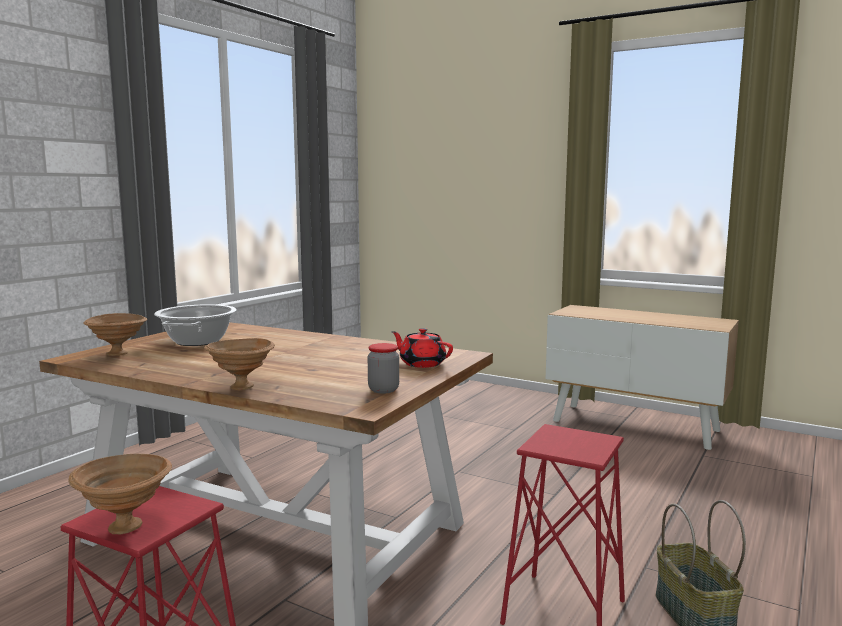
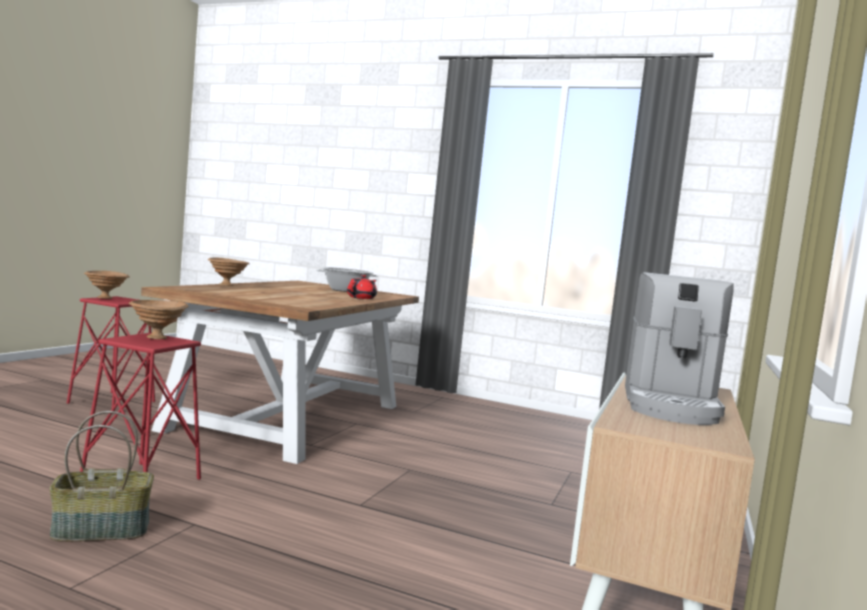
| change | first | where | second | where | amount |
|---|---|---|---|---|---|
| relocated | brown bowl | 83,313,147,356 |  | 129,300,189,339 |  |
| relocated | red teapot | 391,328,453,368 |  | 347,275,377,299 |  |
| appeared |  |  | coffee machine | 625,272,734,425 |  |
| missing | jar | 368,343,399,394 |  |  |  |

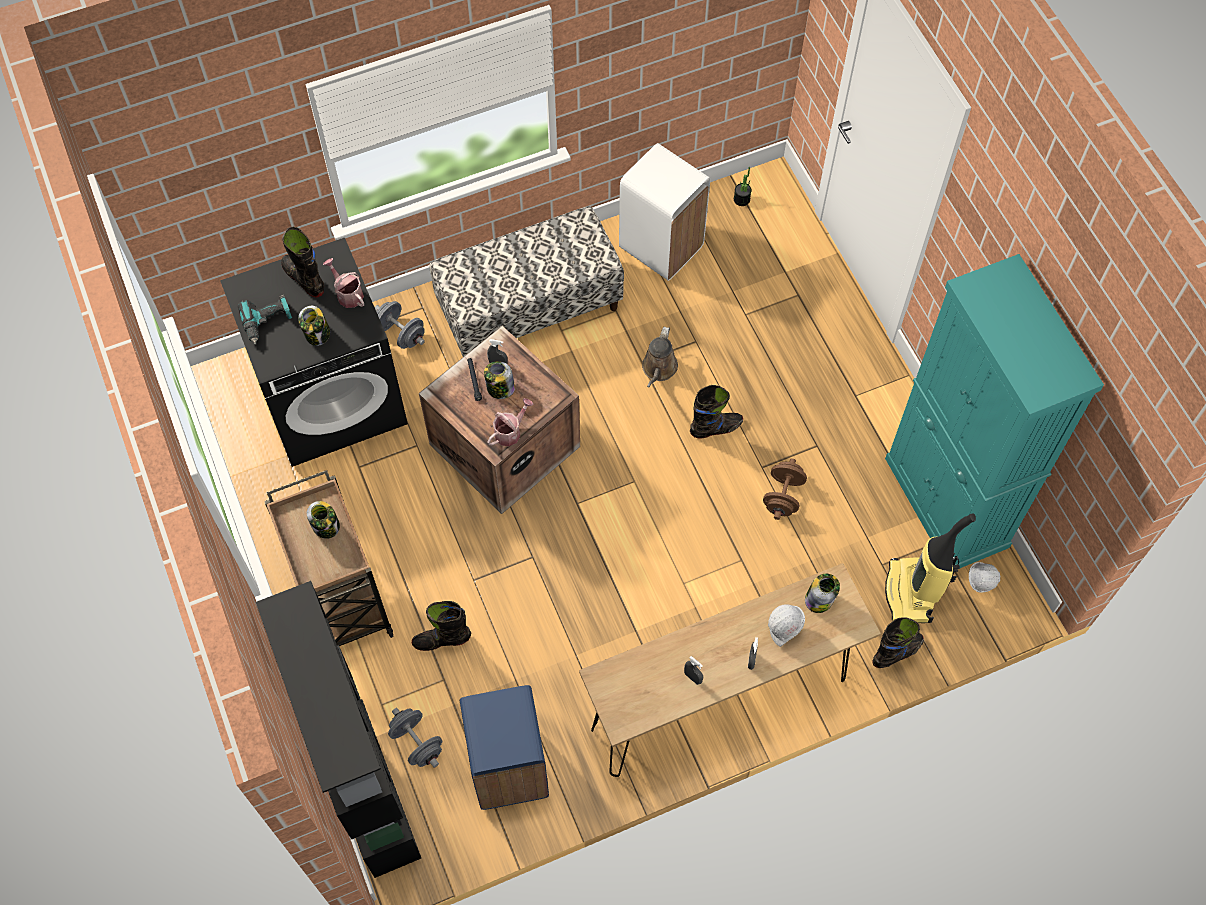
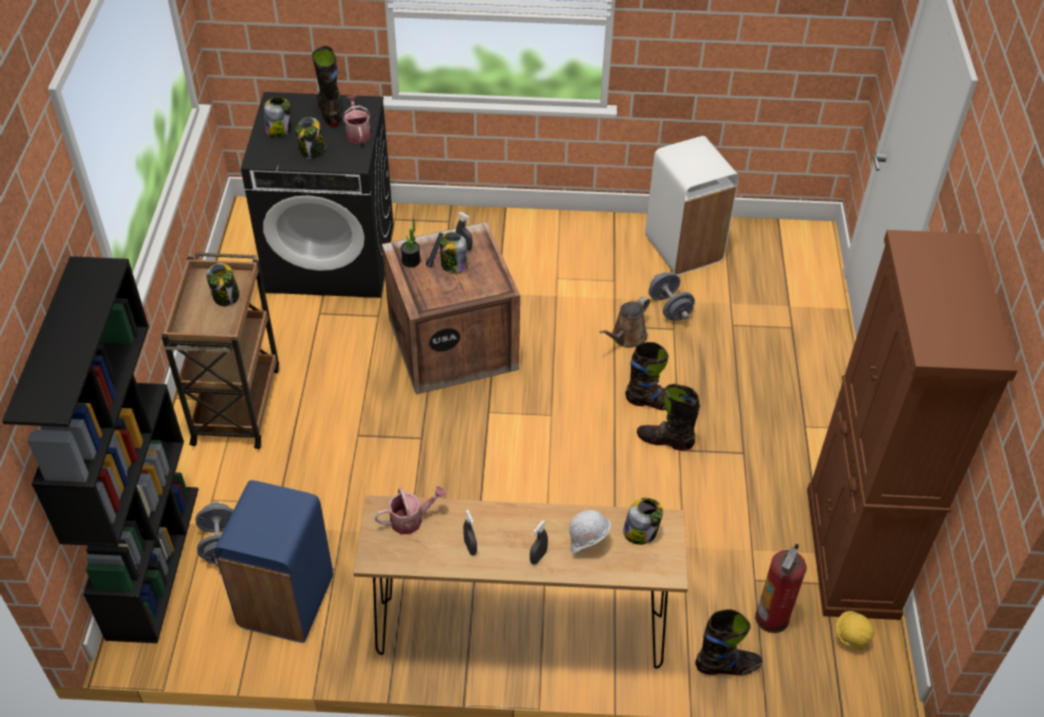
| change | first | where | second | where | amount |
|---|---|---|---|---|---|
| exchanged | power drill | 238,295,292,345 | jar | 264,97,291,137 |  |
| relocated | watering can | 487,398,533,446 |  | 374,486,446,534 |  |
| relocated | potted plant | 734,167,752,206 |  | 401,218,421,268 |  |
| relocated | black boot | 412,601,471,651 |  | 637,384,700,451 |  |
| relocated | grey dumbbell | 375,301,425,349 |  | 649,272,695,321 |  |
| exchanged | vacuum cleaner | 885,513,976,623 | fire extinguisher | 755,544,806,633 |  |
| colour | turquoise cabinet | 885,254,1104,568 | brown cabinet | 807,230,1018,620 |  |
| colour | white hard hat | 969,562,1001,593 | yellow hard hat | 836,611,874,650 |  |
| missing | bench | 430,206,624,357 |  |  |  |
| missing | brown dumbbell | 763,459,807,520 |  |  |  |

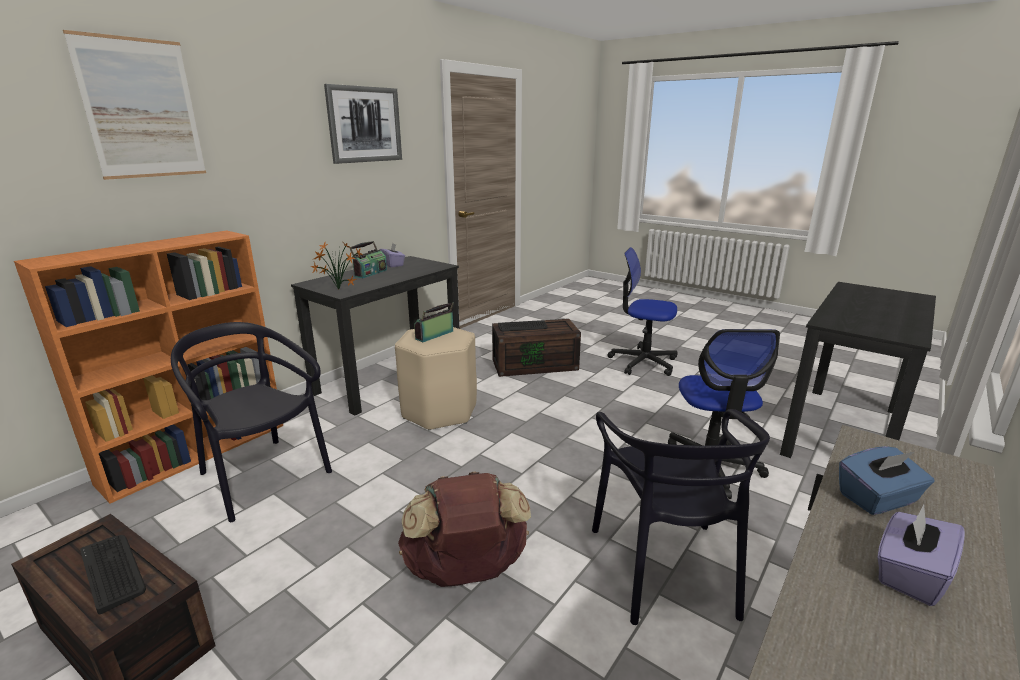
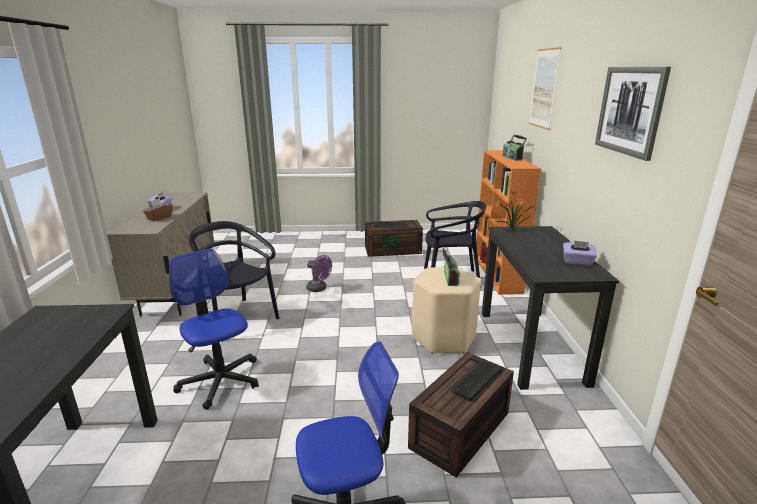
| change | first | where | second | where | amount |
|---|---|---|---|---|---|
| colour | blue tissue box | 839,446,934,515 | brown tissue box | 143,199,173,221 |  |
| exchanged | brown backpack | 398,471,531,587 | purple fan | 306,255,332,292 |  |
| relocated | radio | 349,241,387,278 |  | 503,135,527,161 |  |

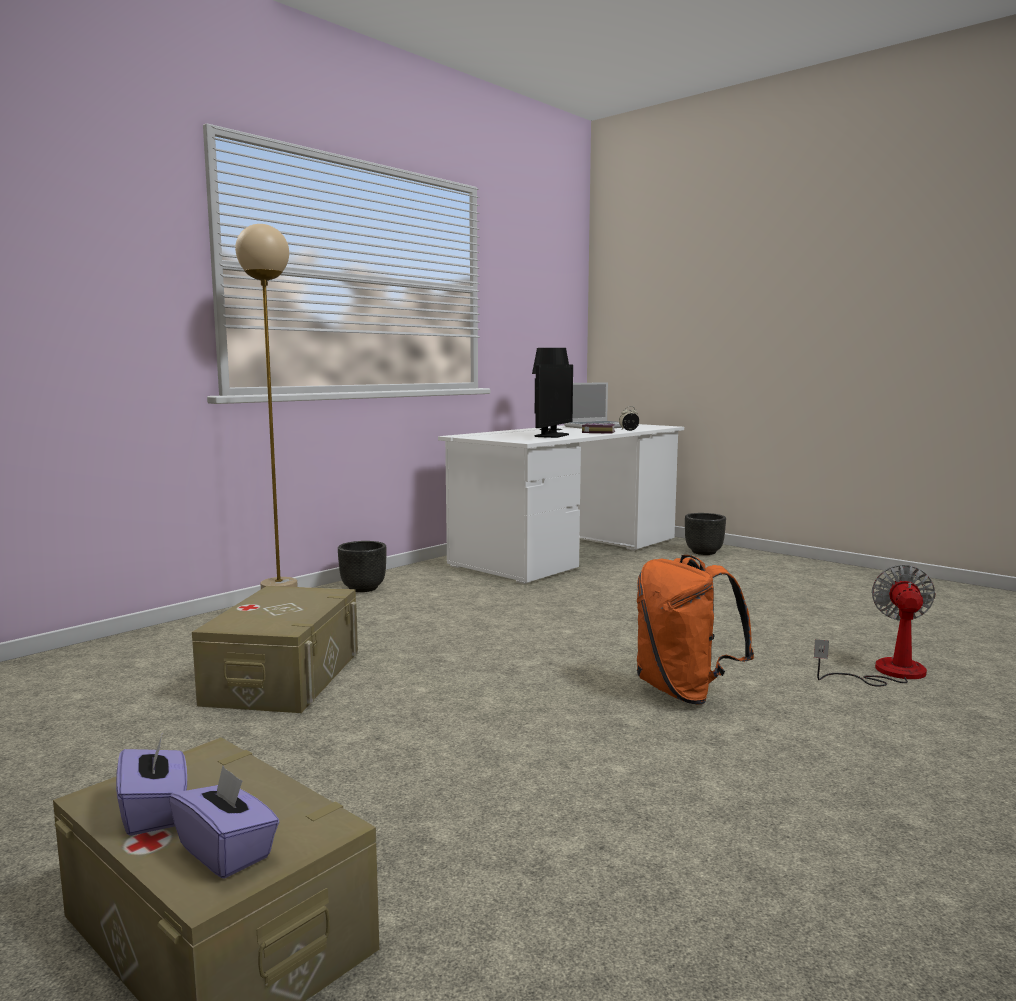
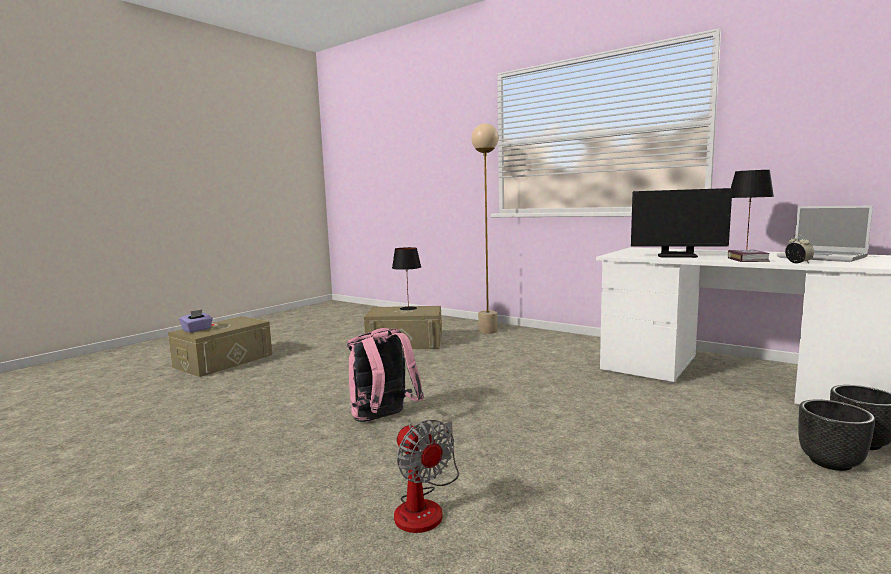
| change | first | where | second | where | amount |
|---|---|---|---|---|---|
| colour | orange backpack | 637,555,754,705 | pink backpack | 347,328,424,422 |  |
| appeared |  |  | black table lamp | 392,247,421,310 |  |
| spun | fan | 814,564,935,687 |  | 394,420,459,533 | 45 degrees clockwise |
| relocated | black planter | 338,541,386,592 |  | 798,399,875,471 |  |
| missing | purple tissue box | 116,732,187,836 |  |  |  |

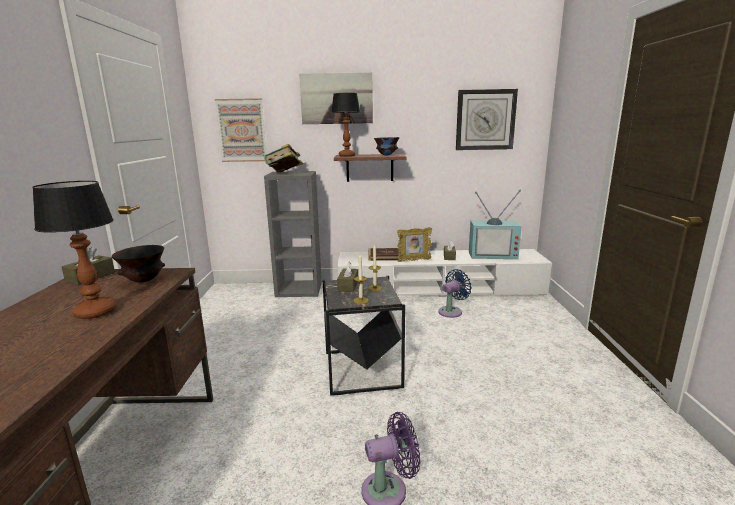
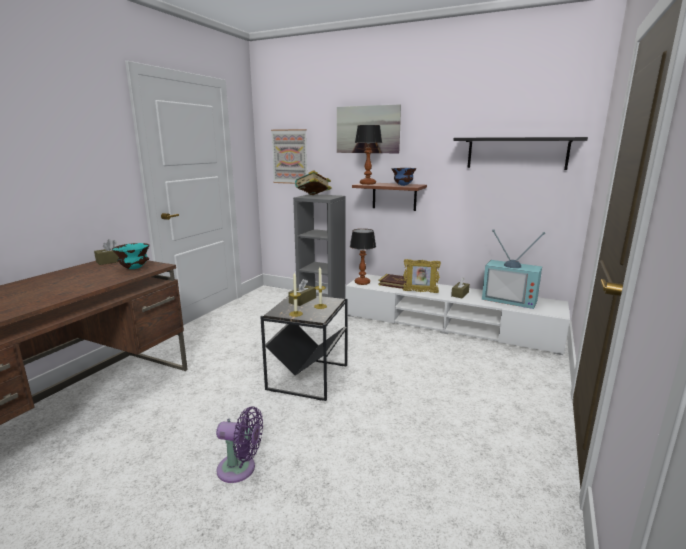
| change | first | where | second | where | amount |
|---|---|---|---|---|---|
| colour | black bowl | 112,245,165,283 | turquoise bowl | 112,243,150,269 |  |
| relocated | table lamp | 32,181,117,319 |  | 350,229,376,285 |  |
| exchanged | wall clock | 456,89,518,150 | black shelf | 453,137,588,170 |  |
| missing | blue fan | 438,269,472,318 |  |  |  |

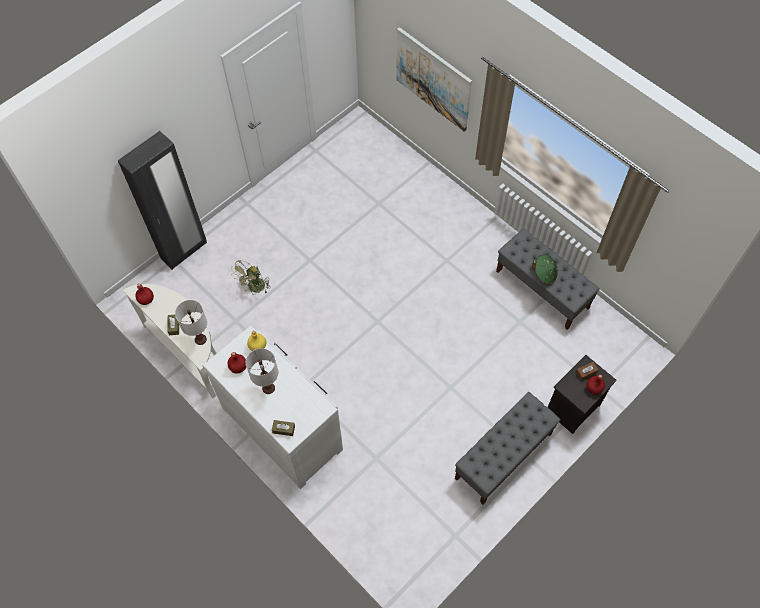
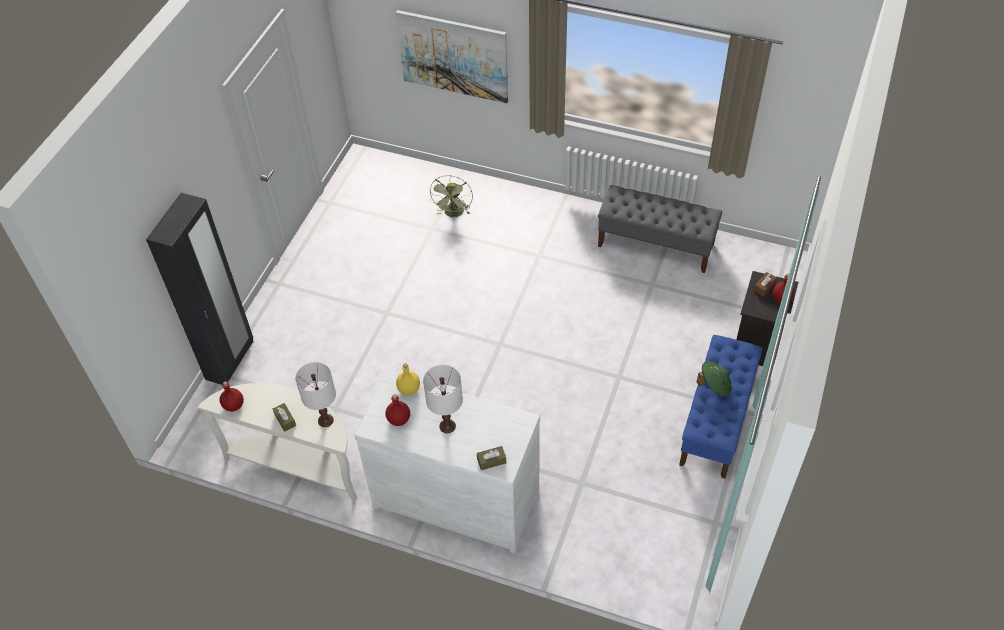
| change | first | where | second | where | amount |
|---|---|---|---|---|---|
| relocated | green fan | 231,260,271,295 |  | 429,175,473,217 |  |
| colour | grey bench | 455,392,561,505 | blue bench | 679,335,762,479 |  |
| relocated | green hat | 532,255,558,285 |  | 697,361,732,396 |  |

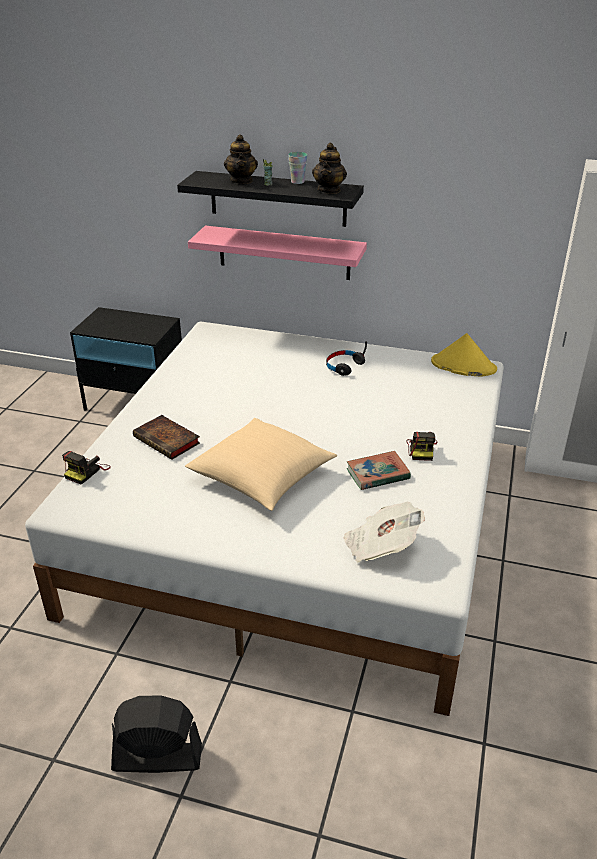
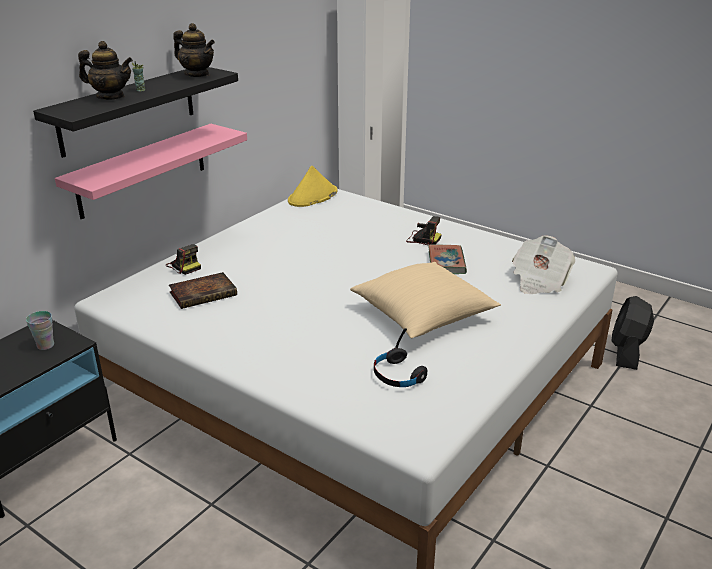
| change | first | where | second | where | amount |
|---|---|---|---|---|---|
| relocated | cup | 288,152,308,184 |  | 26,311,54,350 |  |
| relocated | photo camera | 62,451,111,485 |  | 166,244,201,275 |  |
| relocated | book | 133,415,200,460 |  | 169,272,237,309 |  |
| relocated | black headphones | 326,341,367,376 |  | 374,328,427,387 |  |
| relocated | black fan | 111,696,202,773 |  | 611,296,654,370 |  |

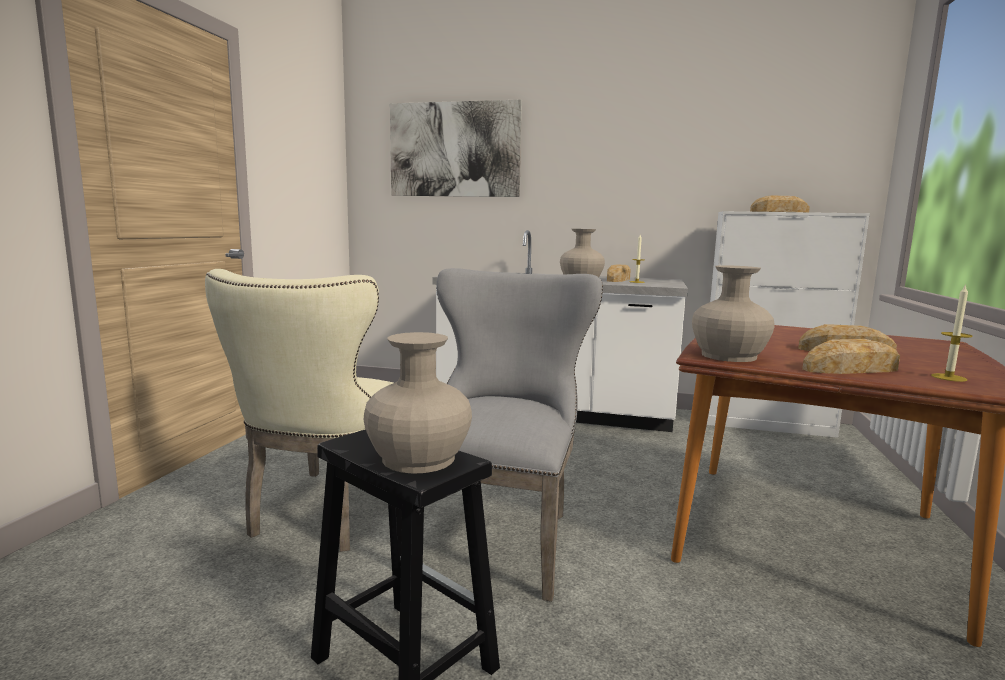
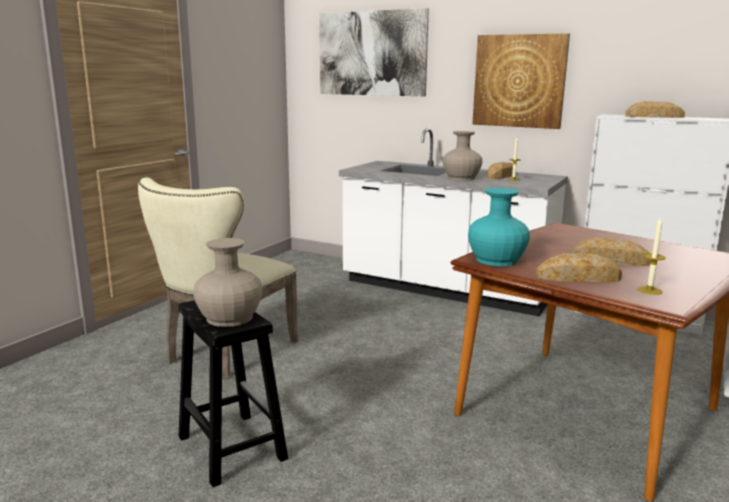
| change | first | where | second | where | amount |
|---|---|---|---|---|---|
| colour | beige vase | 692,265,774,362 | turquoise vase | 468,188,530,266 |  |
| appeared |  |  | picture | 472,33,570,129 |  |
| missing | grey chair | 436,268,603,602 |  |  |  |

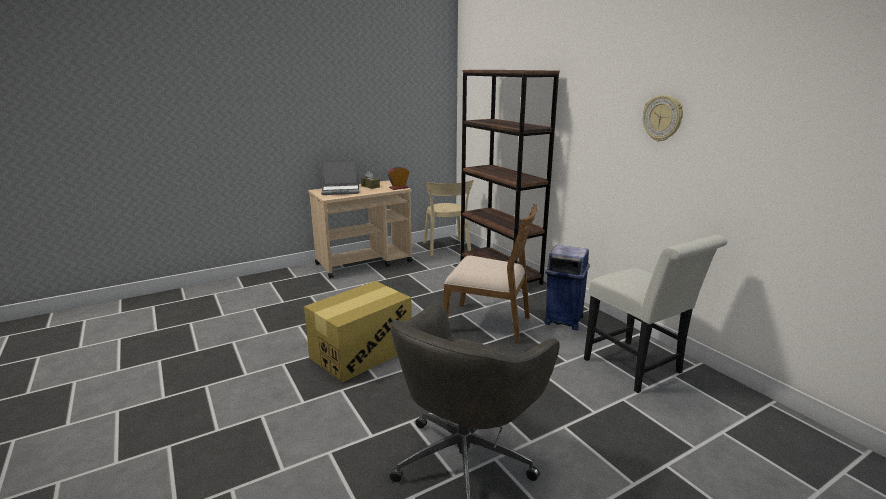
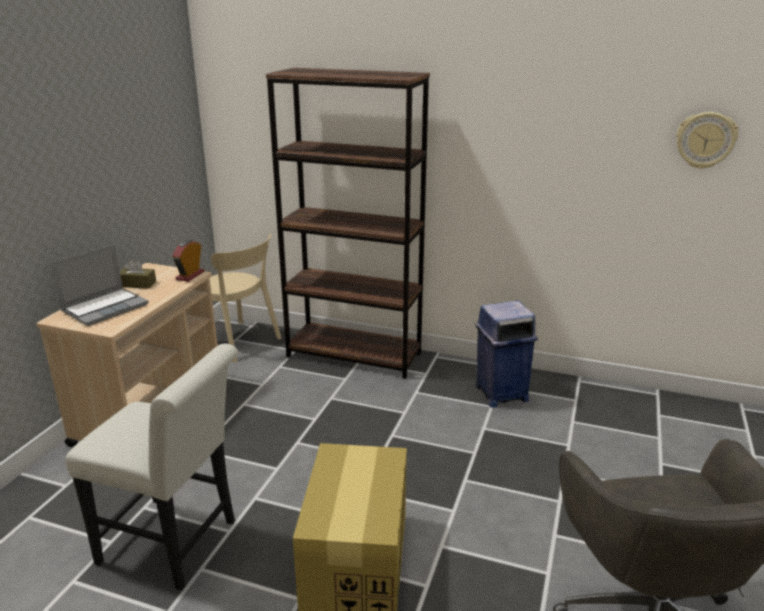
| change | first | where | second | where | amount |
|---|---|---|---|---|---|
| relocated | white chair | 584,235,727,393 |  | 65,344,239,591 |  |
| relocated | wall clock | 643,95,683,142 |  | 676,112,738,169 |  |
| missing | brown chair | 443,204,537,343 |  |  |  |

